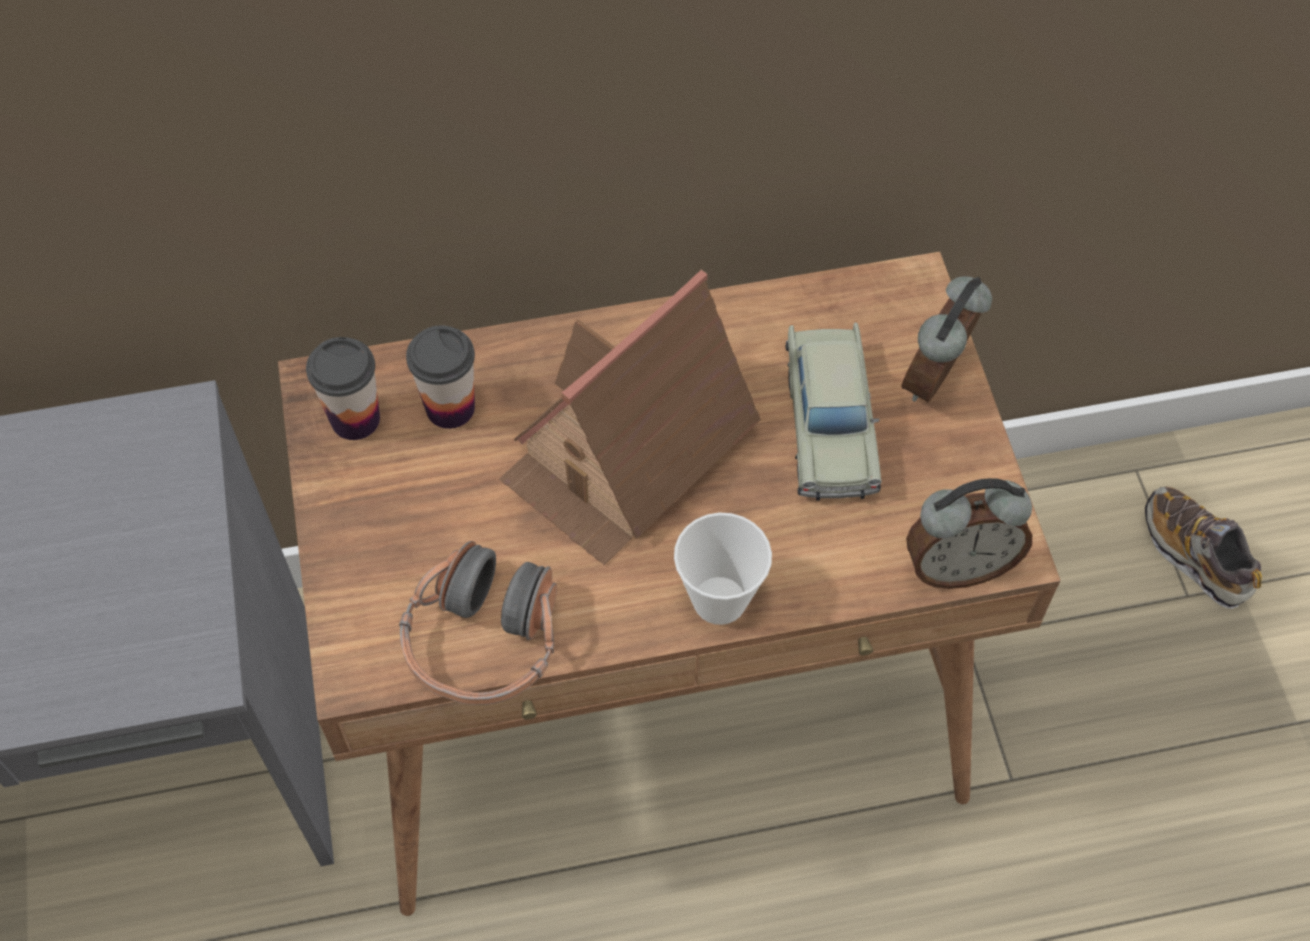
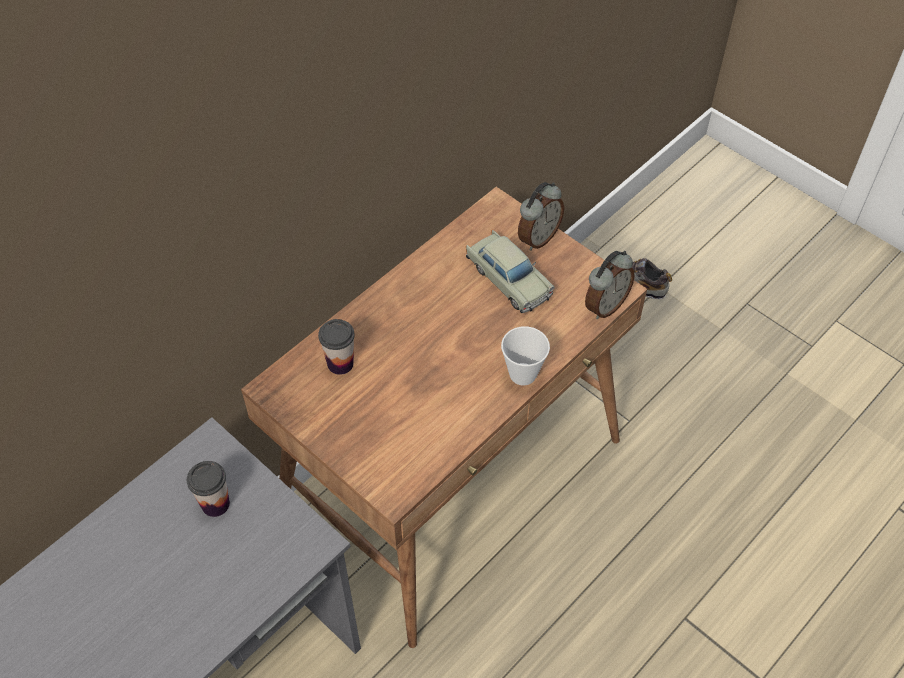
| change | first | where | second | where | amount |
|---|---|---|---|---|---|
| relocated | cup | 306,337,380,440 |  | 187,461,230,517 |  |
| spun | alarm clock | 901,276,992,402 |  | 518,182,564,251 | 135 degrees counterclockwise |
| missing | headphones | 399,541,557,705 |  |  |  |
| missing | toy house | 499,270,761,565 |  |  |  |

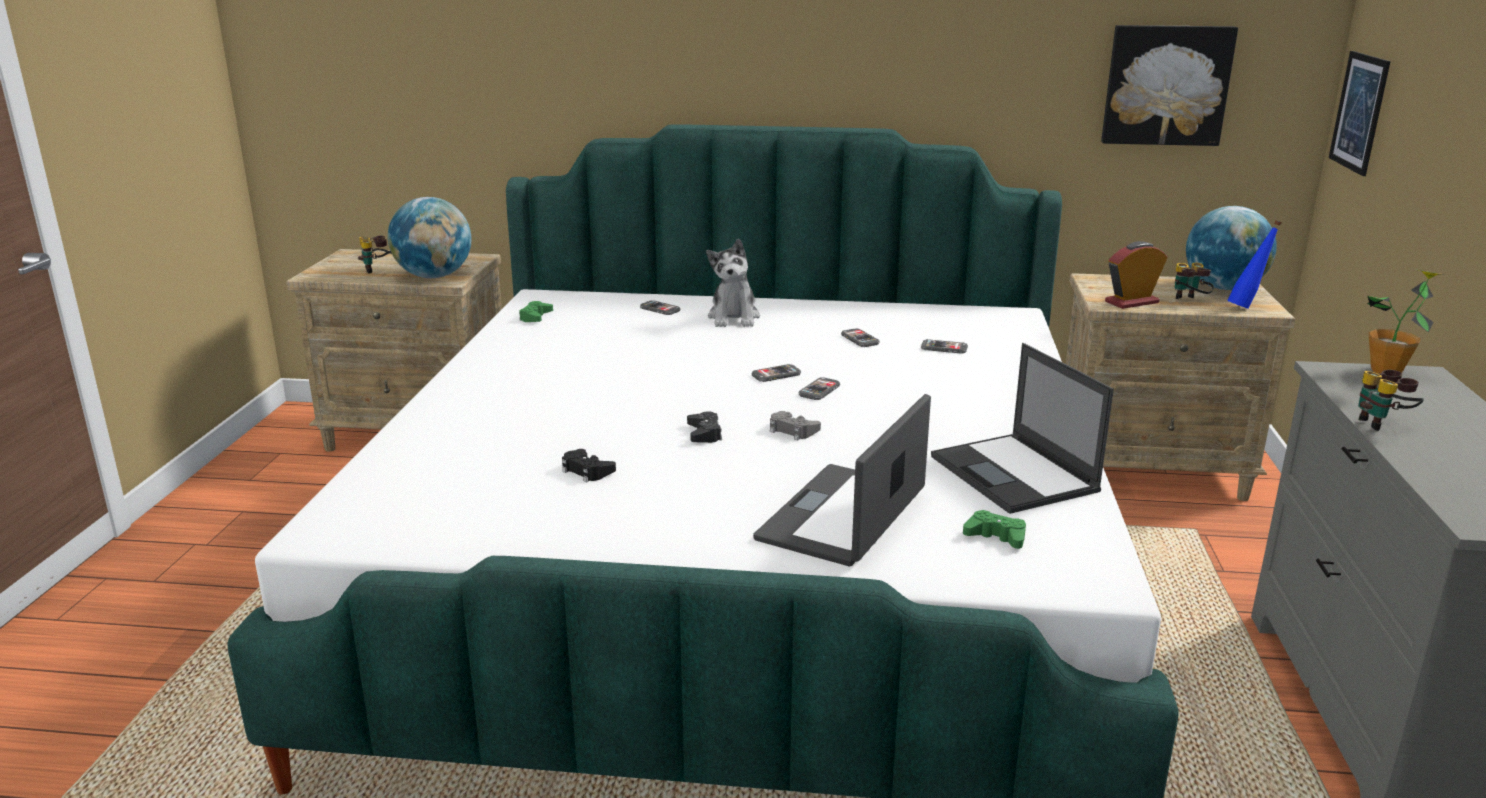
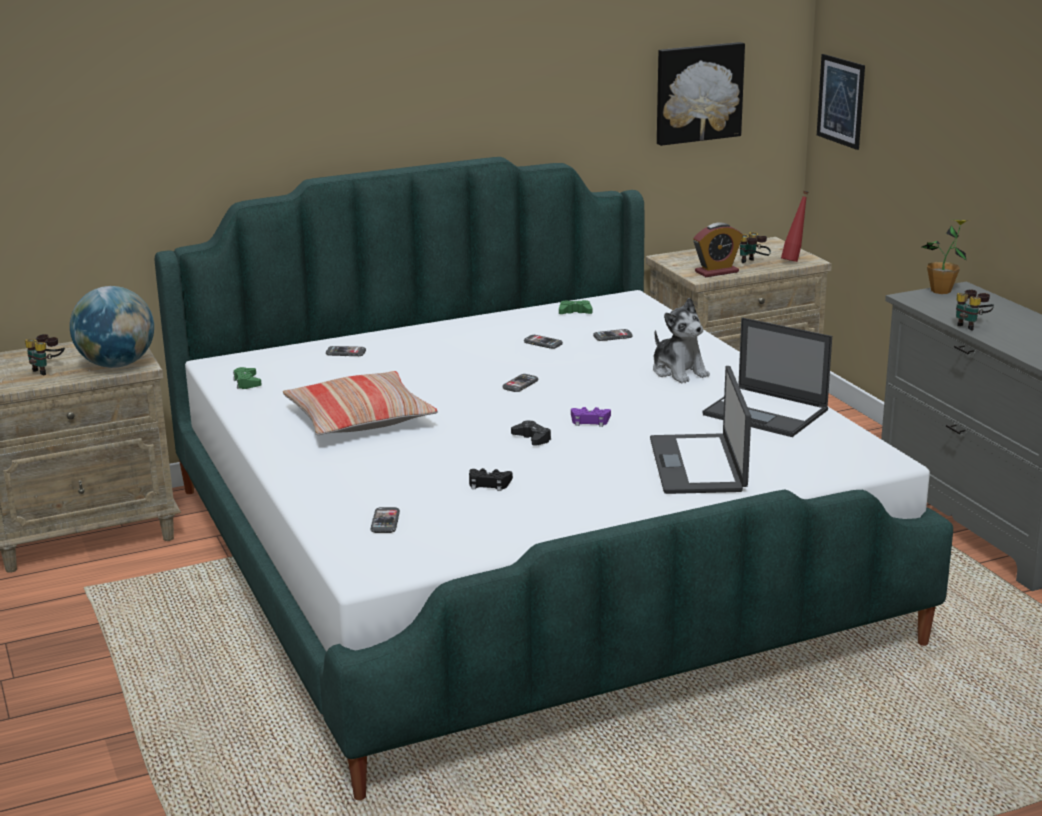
| change | first | where | second | where | amount |
|---|---|---|---|---|---|
| appeared |  |  | pillow | 283,371,438,435 |  |
| relocated | phone | 798,377,840,400 |  | 370,507,400,533 |  |
| relocated | green game controller | 963,510,1026,549 |  | 559,300,592,314 |  |
| colour | grey game controller | 770,411,821,440 | purple game controller | 571,407,611,427 |  |
| relocated | plush toy | 706,239,760,327 |  | 653,297,710,383 |  |
| spun | alarm clock | 1105,241,1167,309 |  | 693,223,743,277 | 150 degrees counterclockwise |
| colour | blue bottle | 1227,220,1282,309 | red bottle | 781,191,808,262 |  |
| missing | globe | 1186,206,1277,290 |  |  |  |

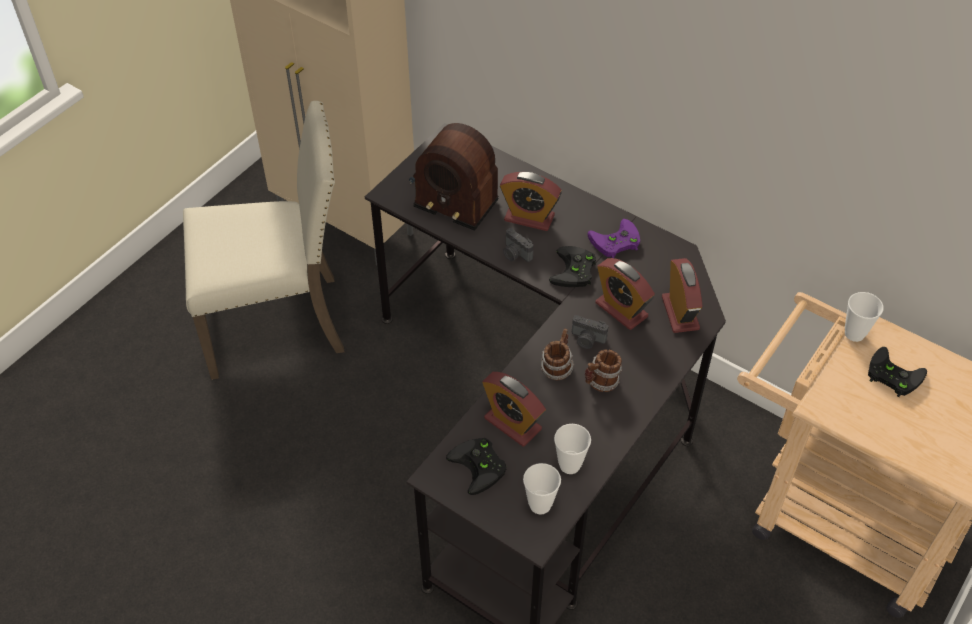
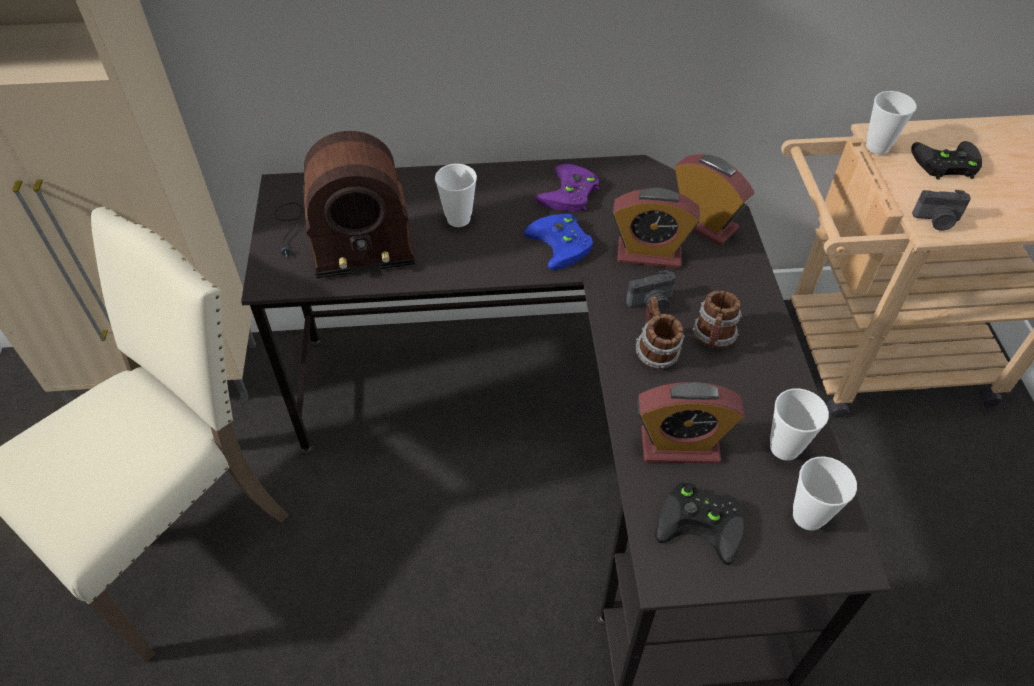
| change | first | where | second | where | amount |
|---|---|---|---|---|---|
| exchanged | alarm clock | 500,172,561,231 | cup | 435,164,477,227 |  |
| colour | black game controller | 549,246,596,287 | blue game controller | 524,214,593,270 |  |
| relocated | photo camera | 503,228,533,262 |  | 912,190,971,231 |  |

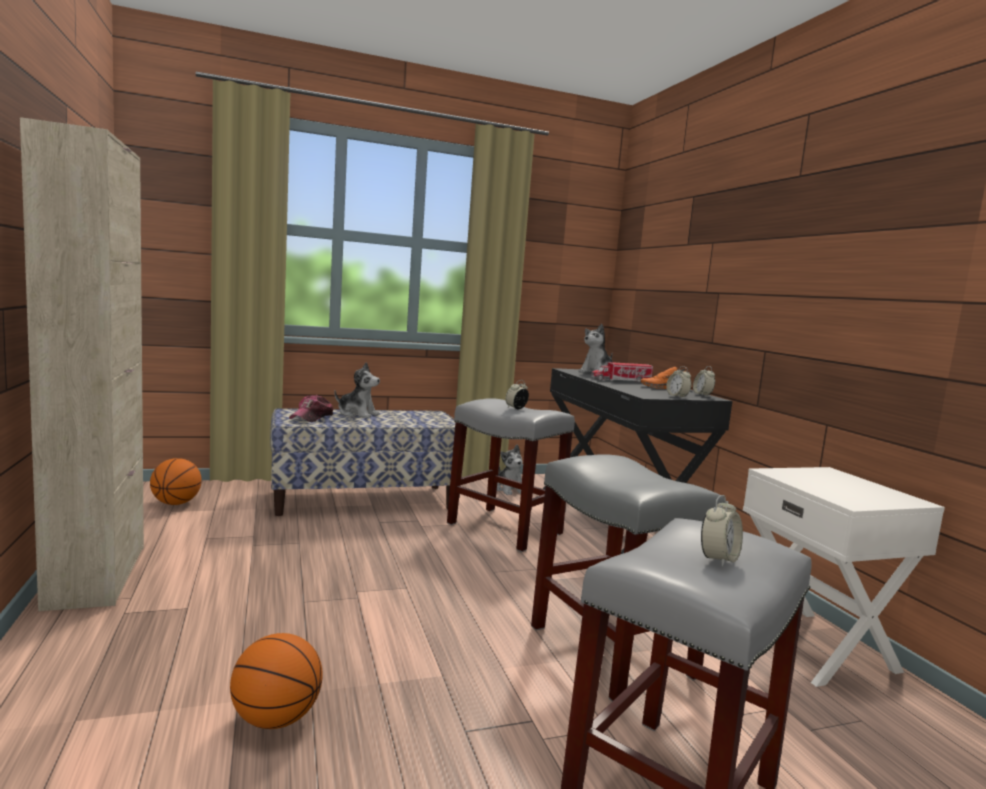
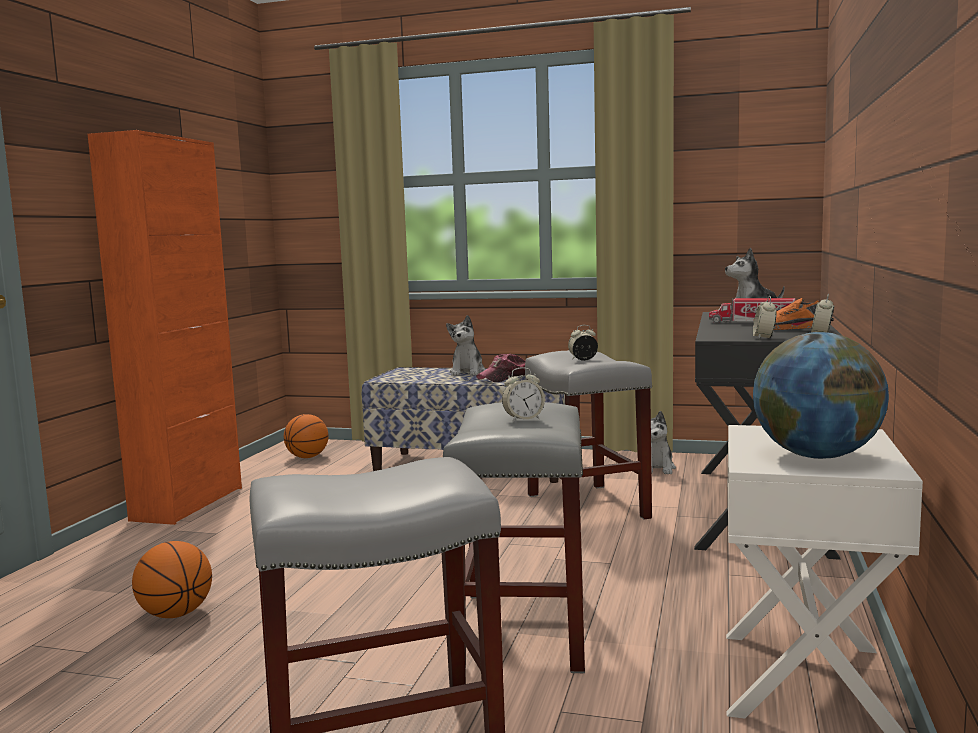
| change | first | where | second | where | amount |
|---|---|---|---|---|---|
| colour | beige cabinet | 20,117,144,611 | orange cabinet | 88,130,242,525 |  |
| spun | plush toy | 334,362,380,418 |  | 446,315,485,376 | 45 degrees clockwise |
| relocated | cap | 289,395,333,422 |  | 476,353,525,382 |  |
| relocated | alarm clock | 701,495,743,567 |  | 502,367,545,422 |  |
| appeared |  |  | globe | 753,332,889,459 |  |

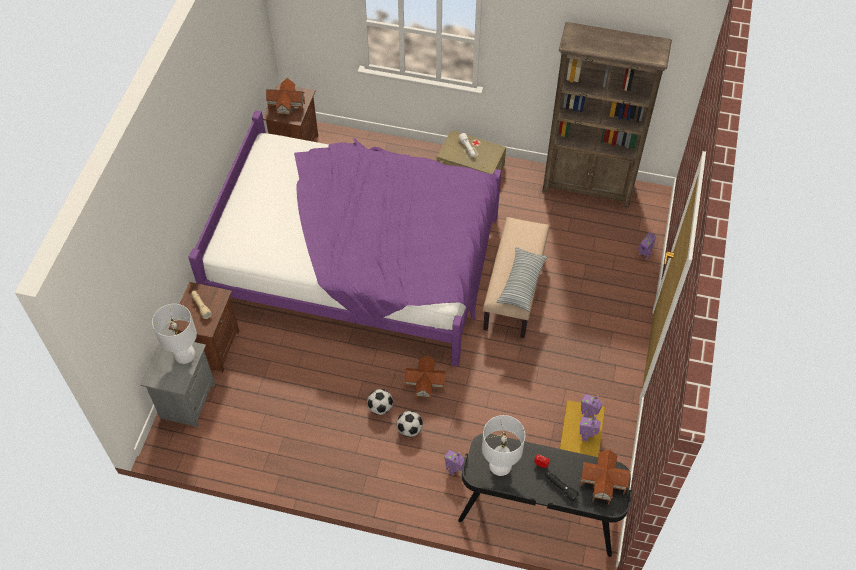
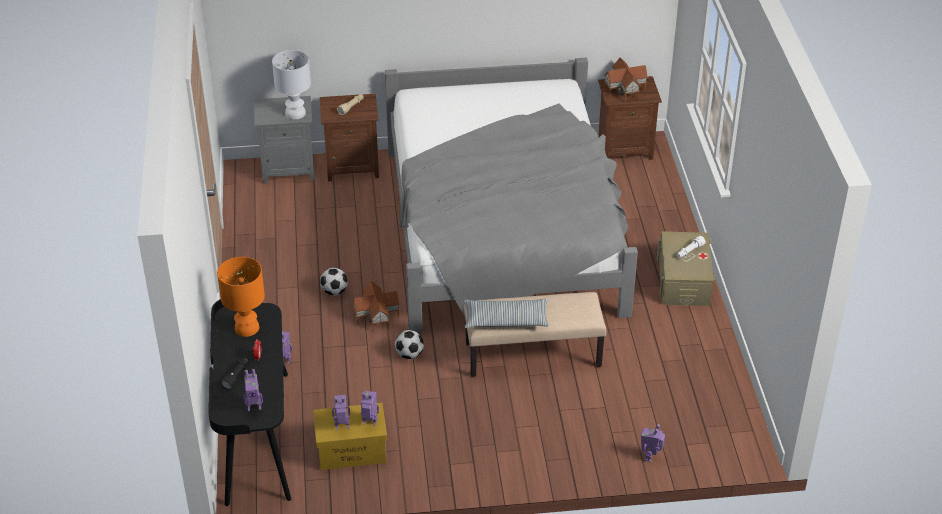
| change | first | where | second | where | amount |
|---|---|---|---|---|---|
| colour | white table lamp | 482,415,525,476 | orange table lamp | 217,257,265,337 |  |
| exchanged | toy house | 580,449,631,505 | toy robot | 243,369,263,411 |  |
| colour | purple bed | 188,110,502,367 | grey bed | 385,58,638,333 |  |
| relocated | football | 397,411,423,437 |  | 395,330,424,359 |  |
| missing | brown bookcase | 542,22,672,207 |  |  |  |

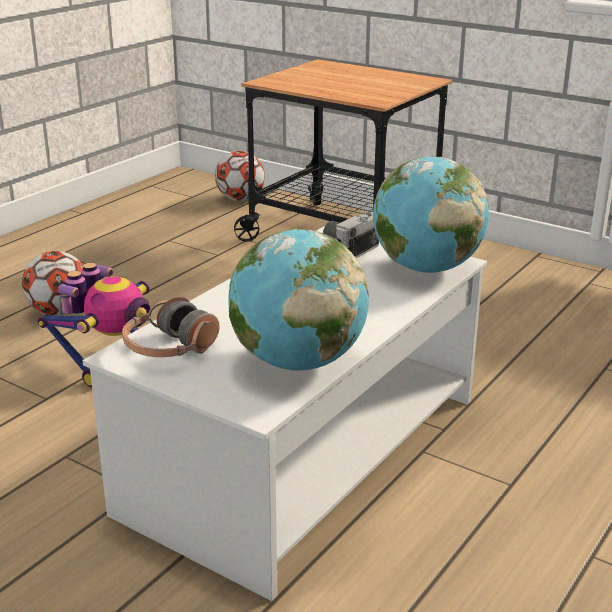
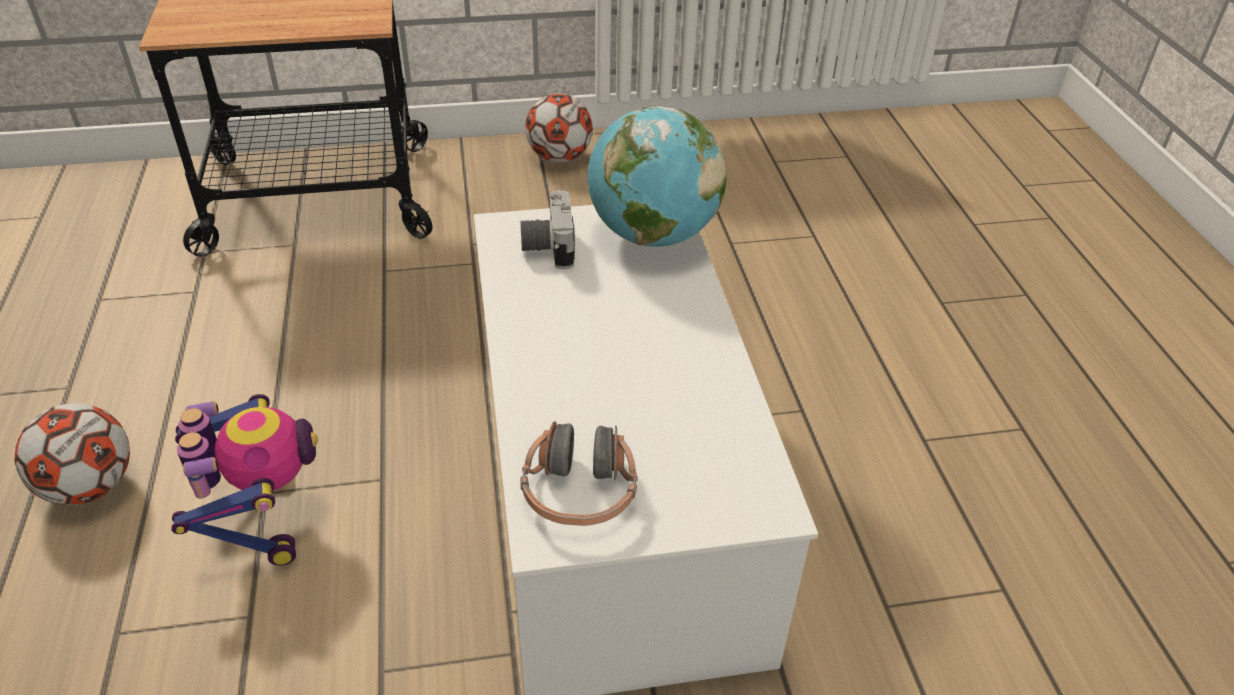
| change | first | where | second | where | amount |
|---|---|---|---|---|---|
| relocated | football | 215,151,265,201 |  | 525,94,593,163 |  |
| missing | globe | 228,229,369,370 |  |  |  |

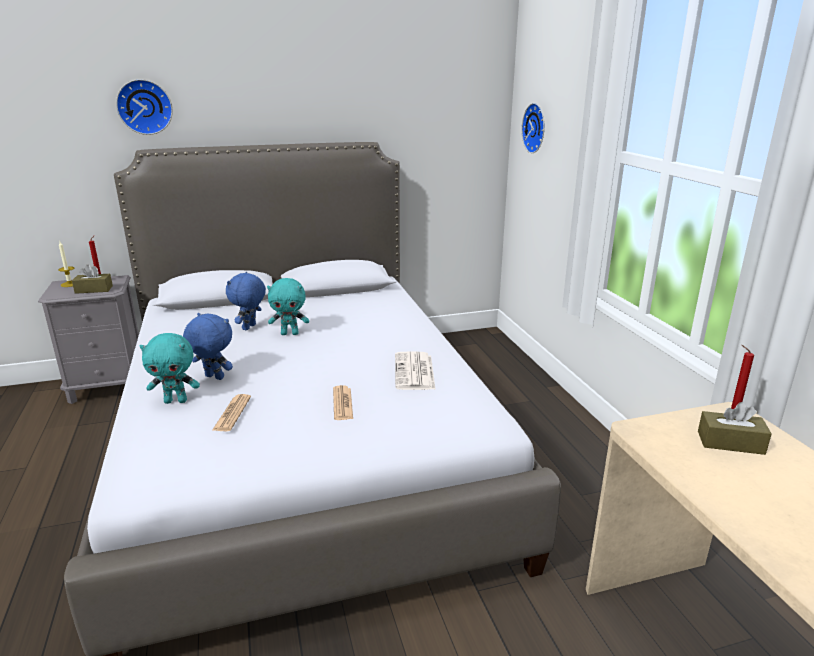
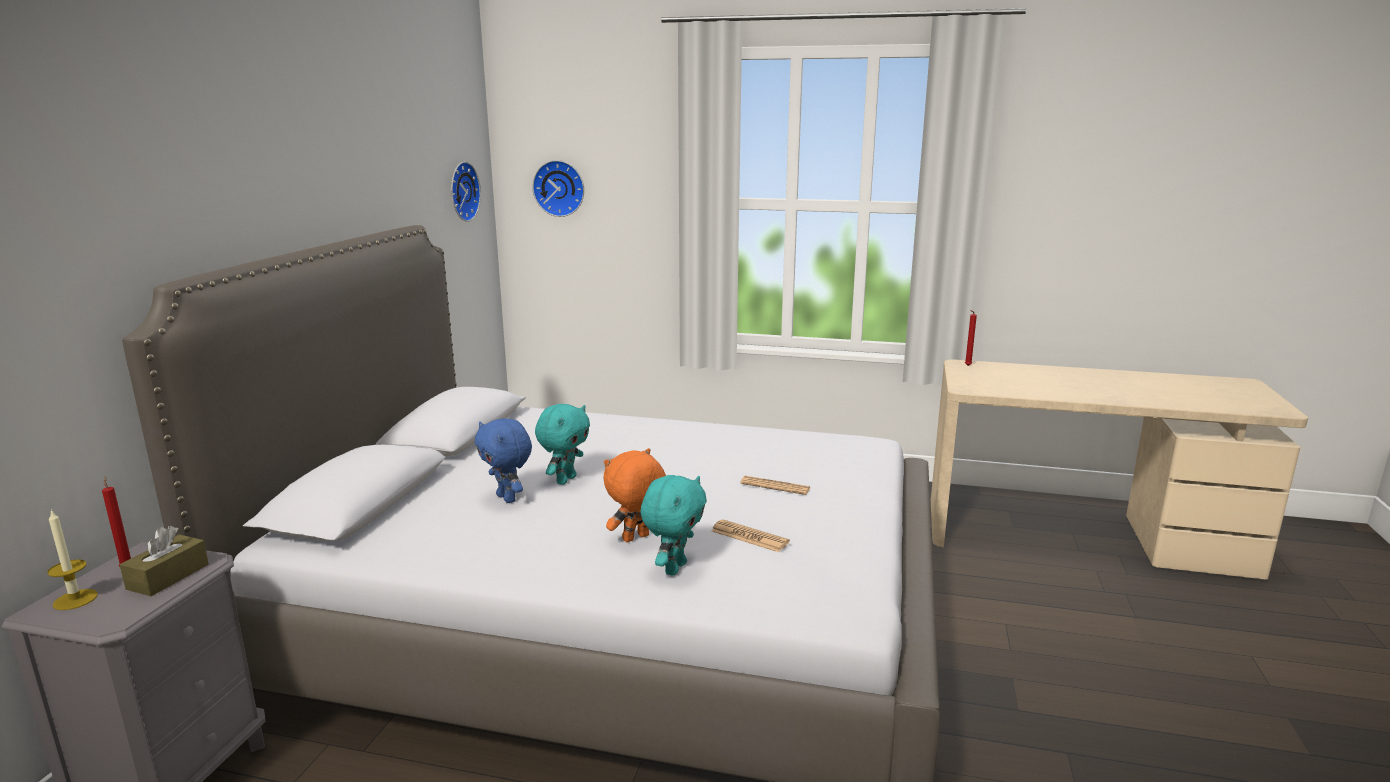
| change | first | where | second | where | amount |
|---|---|---|---|---|---|
| relocated | wall clock | 116,79,173,135 |  | 451,162,481,222 |  |
| colour | blue plush toy | 183,313,233,380 | orange plush toy | 604,448,666,542 |  |
| missing | newspaper | 395,351,436,390 |  |  |  |
| missing | brown tissue box | 698,402,772,455 |  |  |  |

